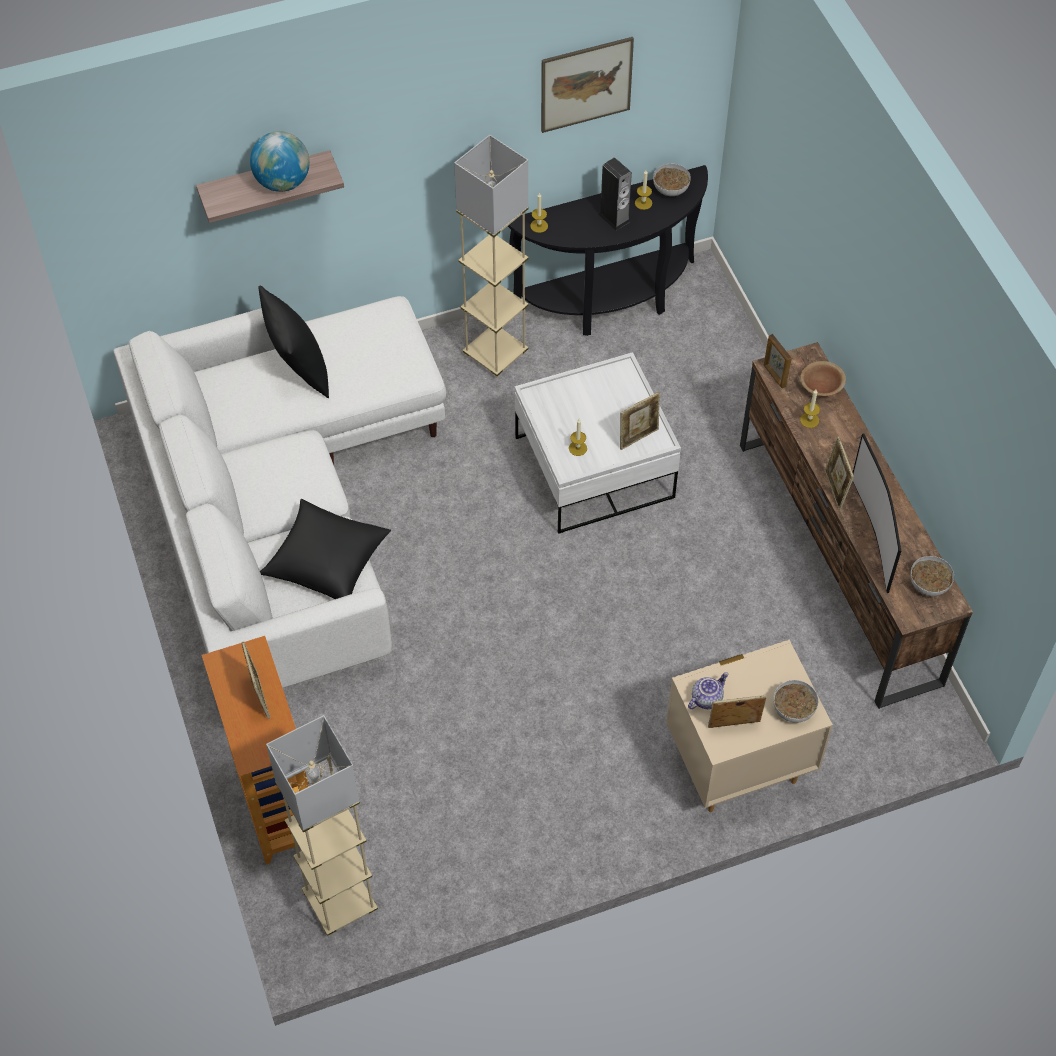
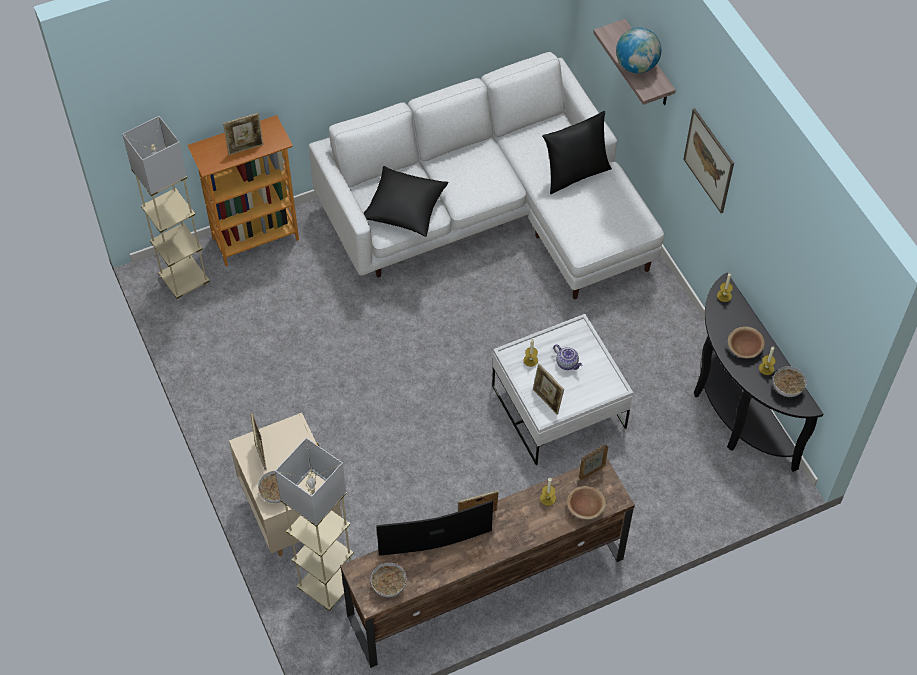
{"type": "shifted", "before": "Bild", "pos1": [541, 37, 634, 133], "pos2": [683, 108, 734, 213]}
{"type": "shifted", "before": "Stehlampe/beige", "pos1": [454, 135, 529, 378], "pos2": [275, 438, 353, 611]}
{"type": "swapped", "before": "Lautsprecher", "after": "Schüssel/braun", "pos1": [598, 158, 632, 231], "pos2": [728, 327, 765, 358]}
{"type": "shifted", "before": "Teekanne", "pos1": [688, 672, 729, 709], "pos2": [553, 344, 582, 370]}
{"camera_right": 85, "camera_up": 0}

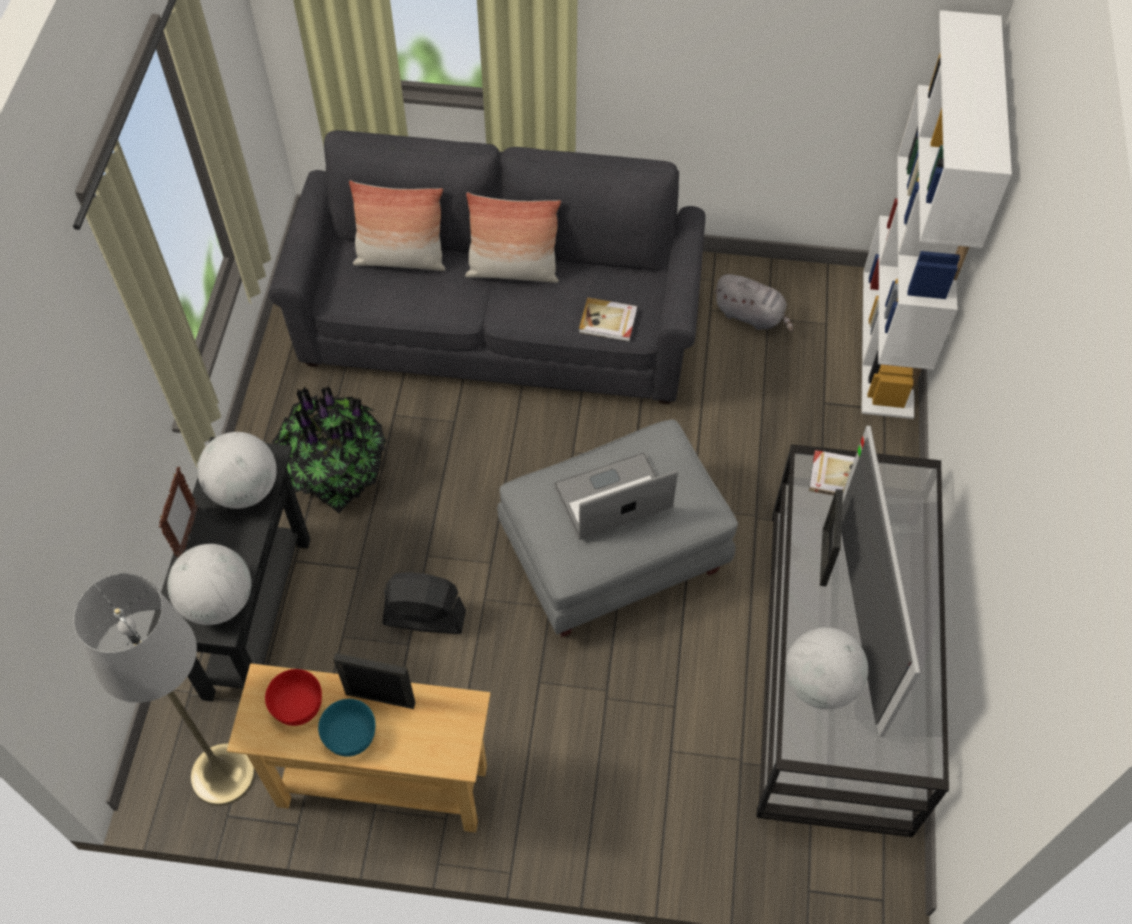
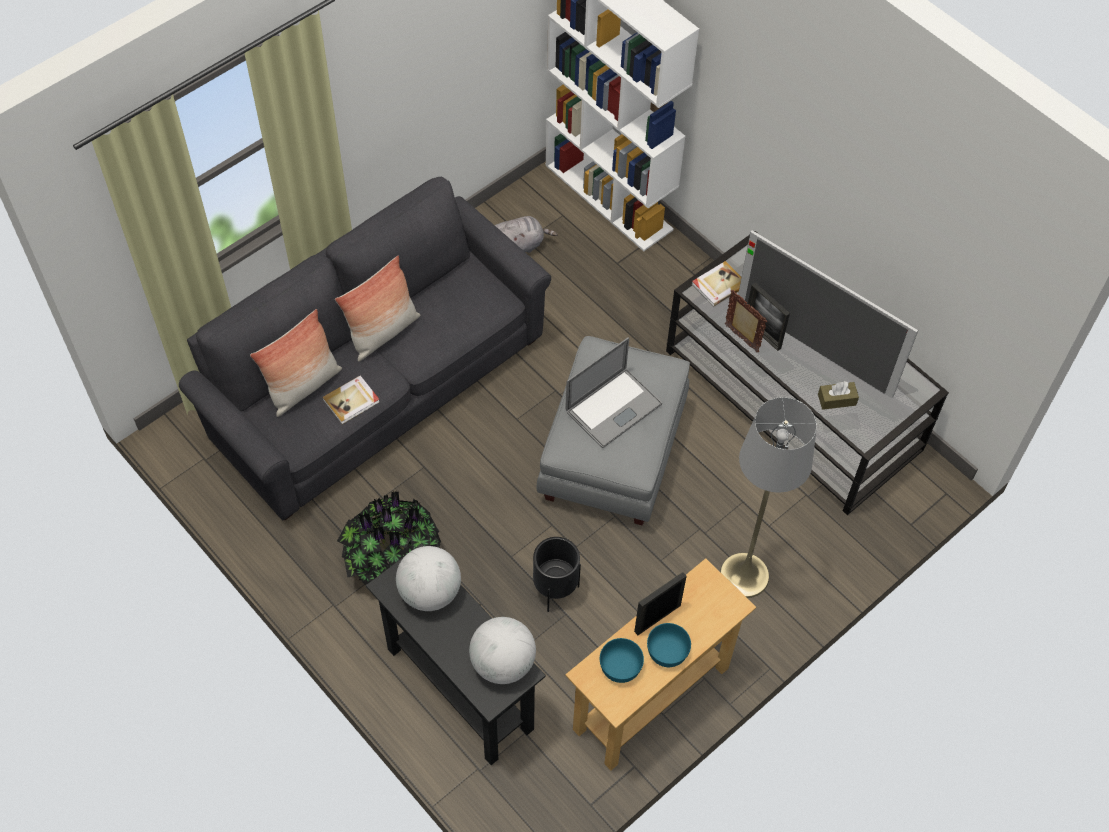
{"type": "shifted", "before": "Buch", "pos1": [579, 297, 638, 342], "pos2": [322, 376, 380, 424]}
{"type": "rotated", "before": "Laptop", "pos1": [554, 452, 678, 540], "pos2": [565, 338, 662, 448], "turn": -150}
{"type": "shifted", "before": "Bilderrahmen", "pos1": [159, 467, 198, 558], "pos2": [725, 290, 767, 353]}
{"type": "swapped", "before": "Ventilator/schwarz", "after": "Pflanzkübel/schwarz", "pos1": [382, 572, 466, 634], "pos2": [533, 537, 581, 612]}
{"type": "shifted", "before": "Stehlampe/grau", "pos1": [73, 573, 255, 806], "pos2": [720, 397, 817, 598]}
{"type": "swapped", "before": "Globus", "after": "Taschentuchbox/braun", "pos1": [785, 627, 868, 710], "pos2": [818, 381, 859, 410]}
{"type": "repainted", "before": "Schüssel/rot", "after": "Schüssel/türkis", "pos1": [265, 669, 322, 726], "pos2": [600, 638, 644, 683]}
{"camera_right": -50, "camera_up": 0}

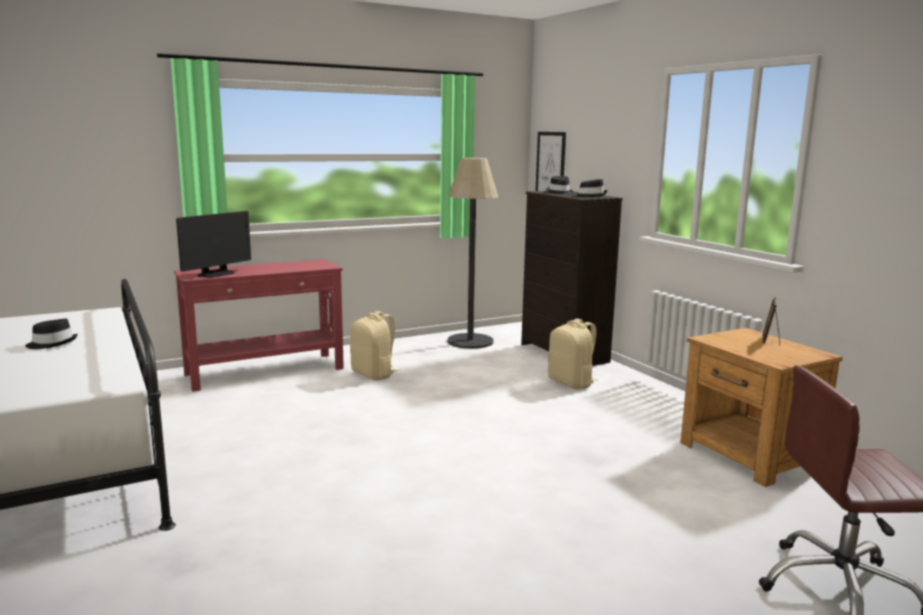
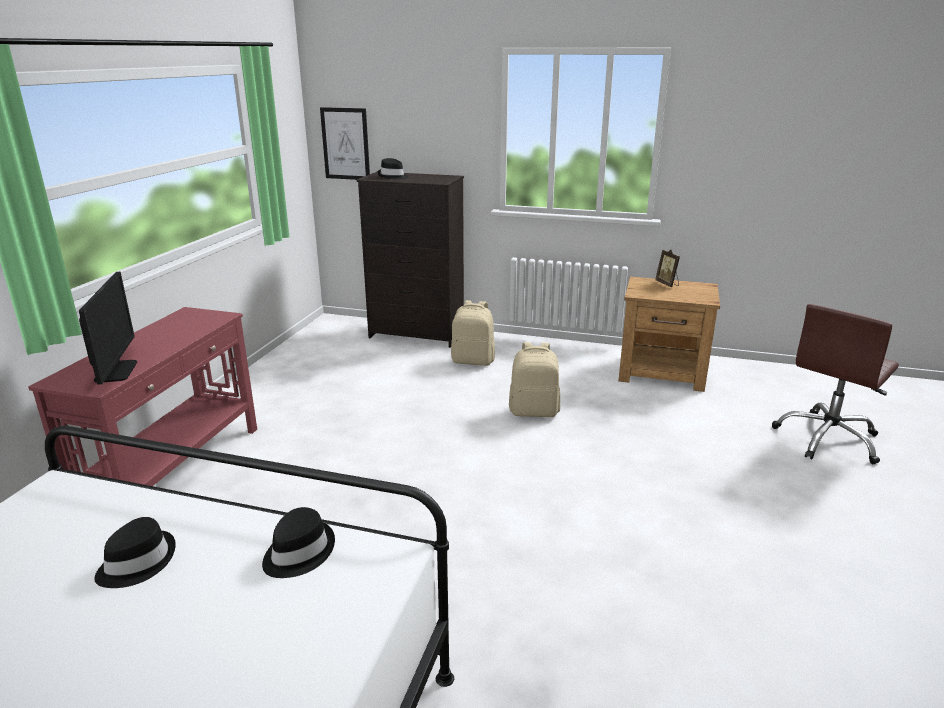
{"type": "gone", "before": "Stehlampe", "pos1": [448, 158, 498, 349]}
{"type": "shifted", "before": "Hut/schwarz", "pos1": [575, 179, 607, 197], "pos2": [262, 507, 335, 578]}
{"type": "shifted", "before": "Rucksack/beige", "pos1": [350, 311, 400, 380], "pos2": [509, 342, 560, 417]}
{"camera_right": -45, "camera_up": 10}

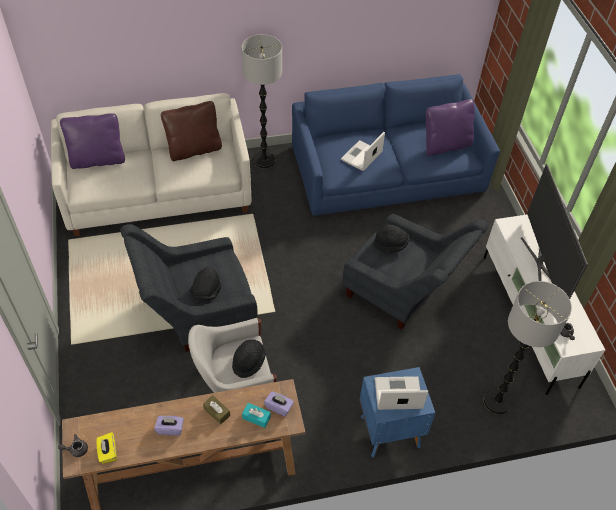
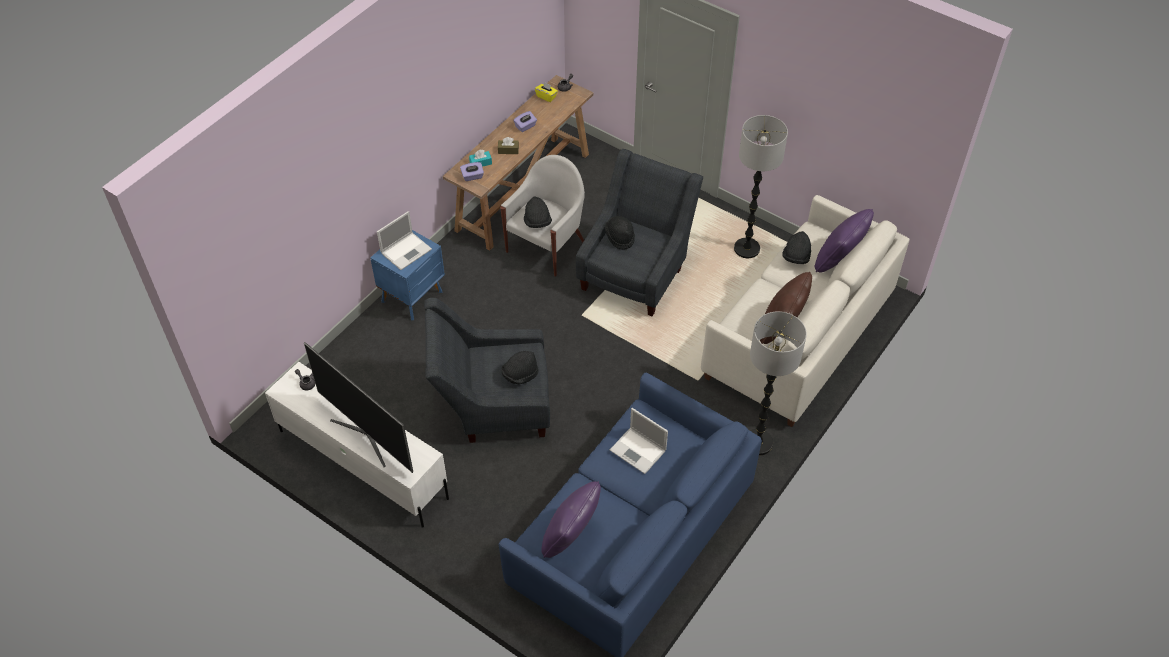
{"type": "rotated", "before": "Laptop", "pos1": [341, 132, 385, 171], "pos2": [610, 408, 668, 474], "turn": 135}
{"type": "shifted", "before": "Stehlampe", "pos1": [484, 281, 572, 414], "pos2": [734, 115, 788, 258]}
{"type": "new", "after": "Hut/schwarz", "pos2": [782, 231, 811, 264]}
{"camera_right": 140, "camera_up": 0}

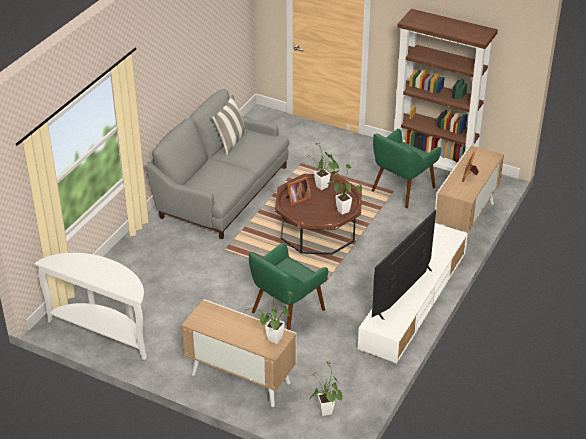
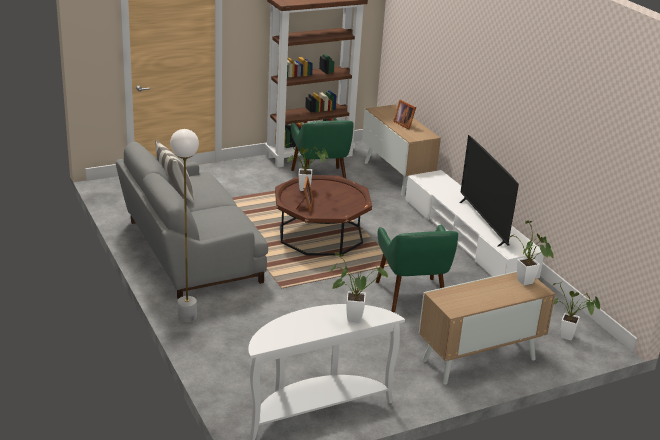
{"type": "shifted", "before": "Topfpflanze", "pos1": [327, 164, 362, 215], "pos2": [327, 252, 388, 323]}
{"type": "new", "after": "Stehlampe/weiß", "pos2": [170, 129, 199, 323]}
{"camera_right": -55, "camera_up": -10}

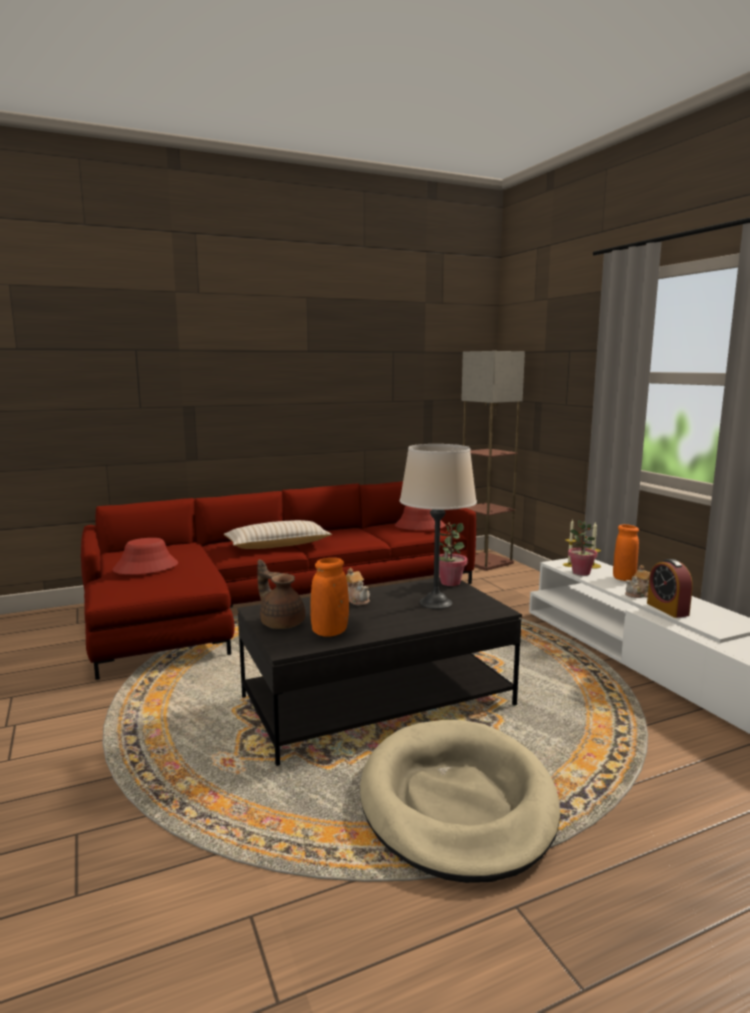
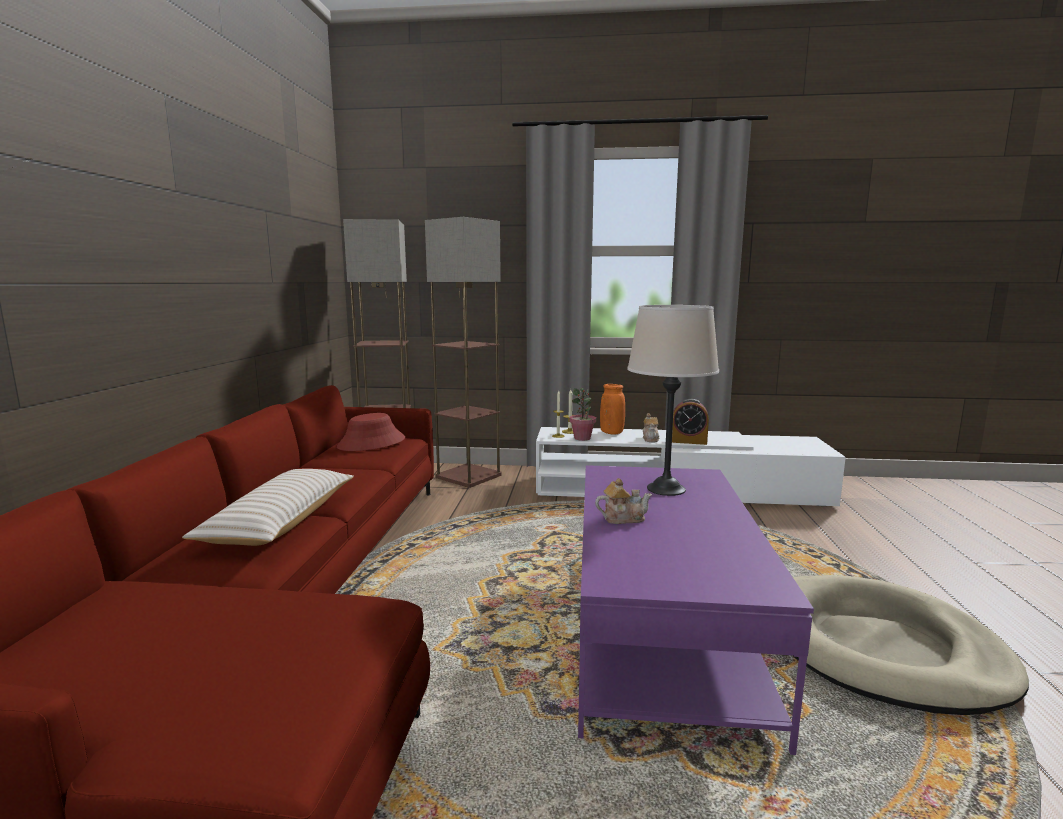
{"type": "gone", "before": "Topfpflanze", "pos1": [439, 523, 467, 586]}
{"type": "gone", "before": "Hut/rot", "pos1": [112, 538, 178, 575]}
{"type": "gone", "before": "Vase/orange", "pos1": [310, 558, 349, 637]}
{"type": "gone", "before": "Teekanne/braun", "pos1": [258, 559, 305, 629]}
{"type": "repainted", "before": "Couchtisch/schwarz", "after": "Couchtisch/lila", "pos1": [238, 577, 522, 766], "pos2": [578, 465, 814, 755]}
{"type": "new", "after": "Stehlampe", "pos2": [425, 217, 502, 488]}
{"camera_right": -60, "camera_up": 0}

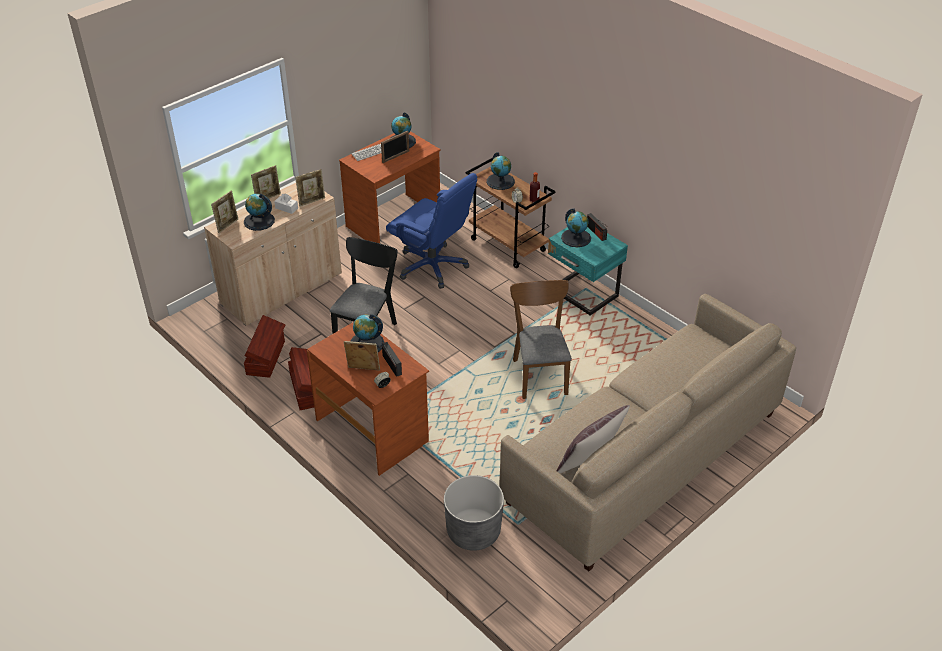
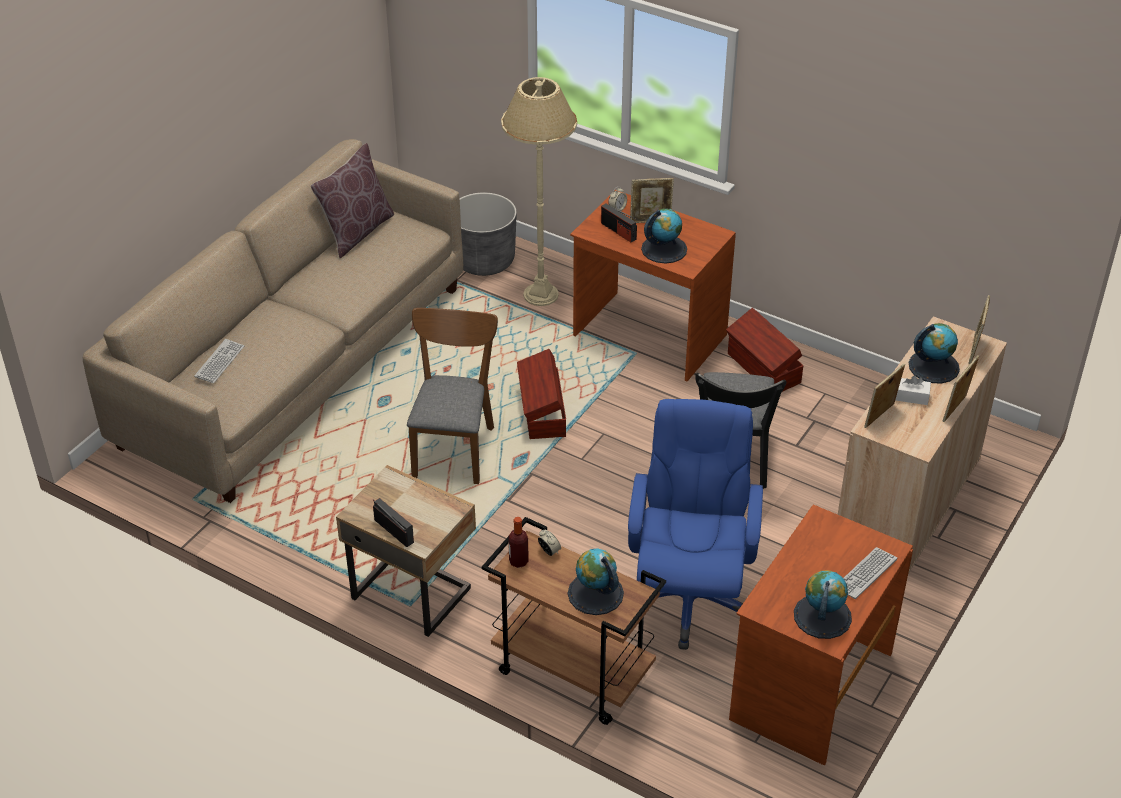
{"type": "gone", "before": "Bilderrahmen", "pos1": [381, 131, 409, 163]}
{"type": "rotated", "before": "Bürostuhl/blau", "pos1": [386, 173, 477, 289], "pos2": [628, 399, 763, 650], "turn": 75}
{"type": "gone", "before": "Globus", "pos1": [561, 209, 591, 247]}
{"type": "repainted", "before": "Nachttisch/türkis", "after": "Nachttisch/beige", "pos1": [548, 227, 628, 316], "pos2": [336, 465, 476, 637]}
{"type": "rotated", "before": "Stuhl/braun", "pos1": [510, 280, 572, 399], "pos2": [407, 308, 498, 484], "turn": -150}
{"type": "shifted", "before": "Aufbewahrungsbox/braun", "pos1": [244, 315, 285, 378], "pos2": [517, 349, 566, 439]}
{"type": "new", "after": "Stehlampe/beige", "pos2": [501, 77, 577, 306]}
{"type": "new", "after": "Tastatur", "pos2": [194, 339, 244, 383]}
{"camera_right": 165, "camera_up": 0}

